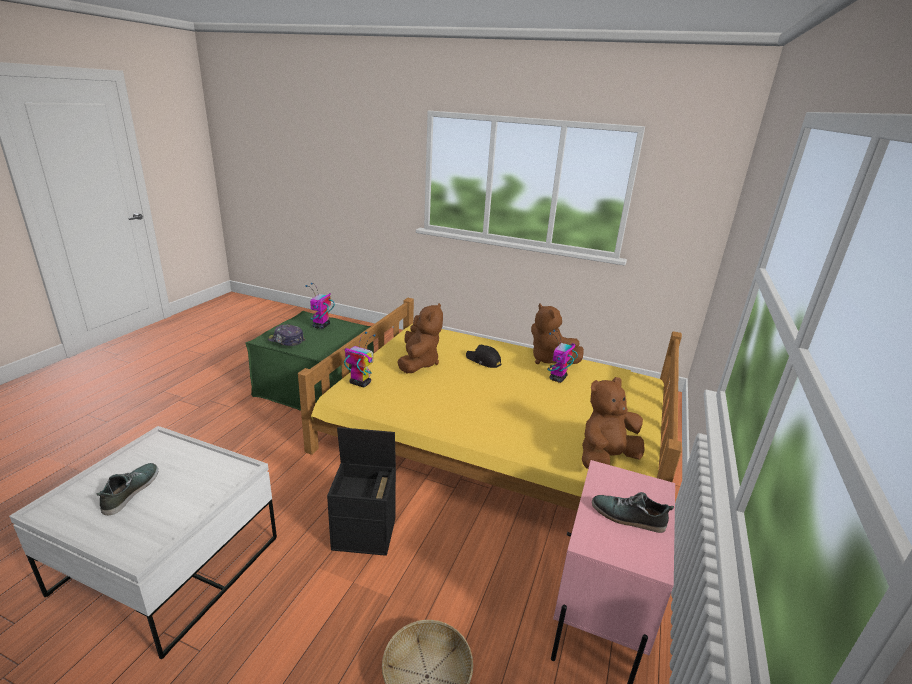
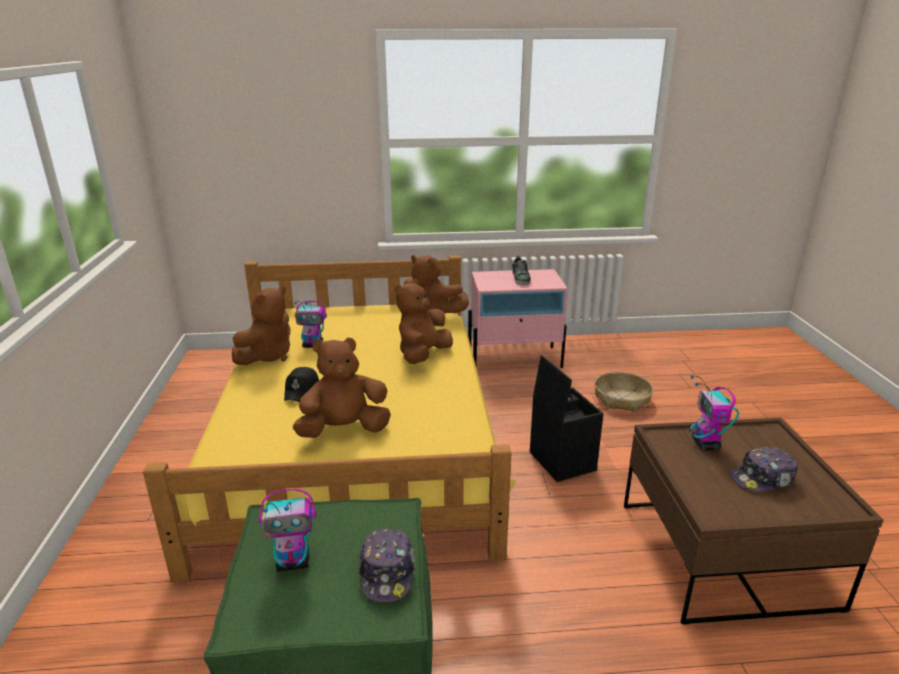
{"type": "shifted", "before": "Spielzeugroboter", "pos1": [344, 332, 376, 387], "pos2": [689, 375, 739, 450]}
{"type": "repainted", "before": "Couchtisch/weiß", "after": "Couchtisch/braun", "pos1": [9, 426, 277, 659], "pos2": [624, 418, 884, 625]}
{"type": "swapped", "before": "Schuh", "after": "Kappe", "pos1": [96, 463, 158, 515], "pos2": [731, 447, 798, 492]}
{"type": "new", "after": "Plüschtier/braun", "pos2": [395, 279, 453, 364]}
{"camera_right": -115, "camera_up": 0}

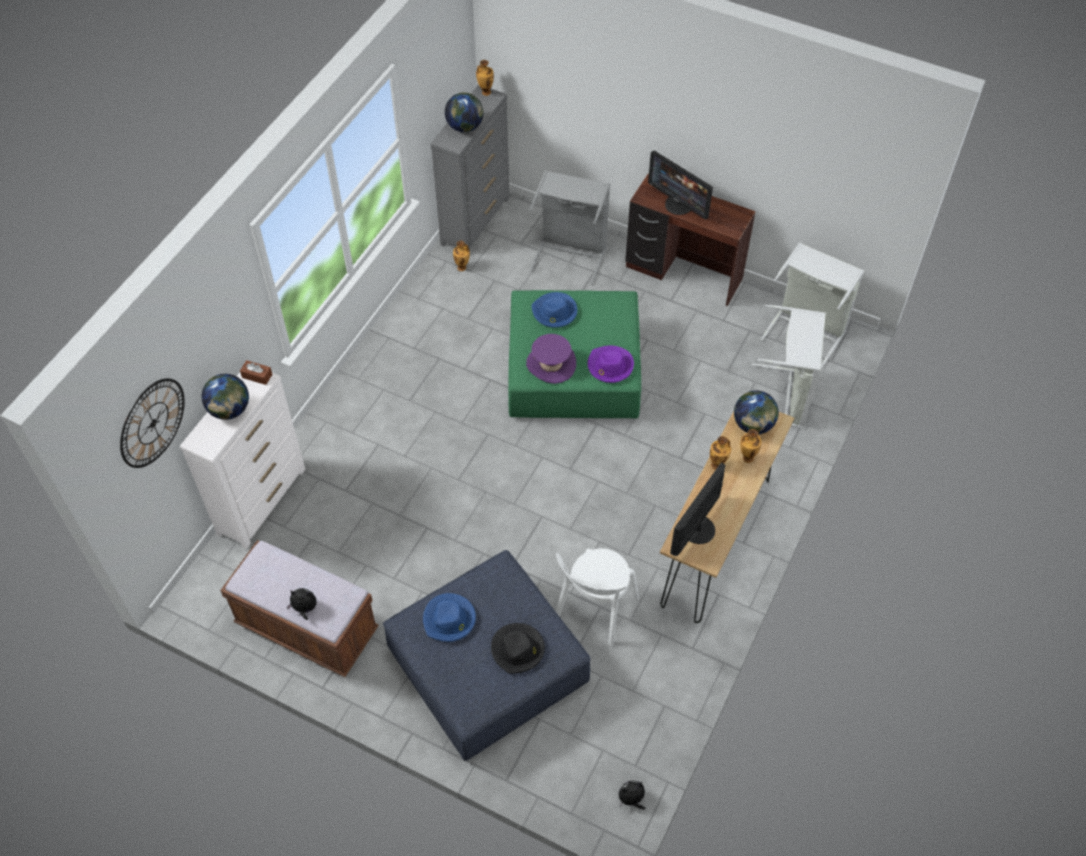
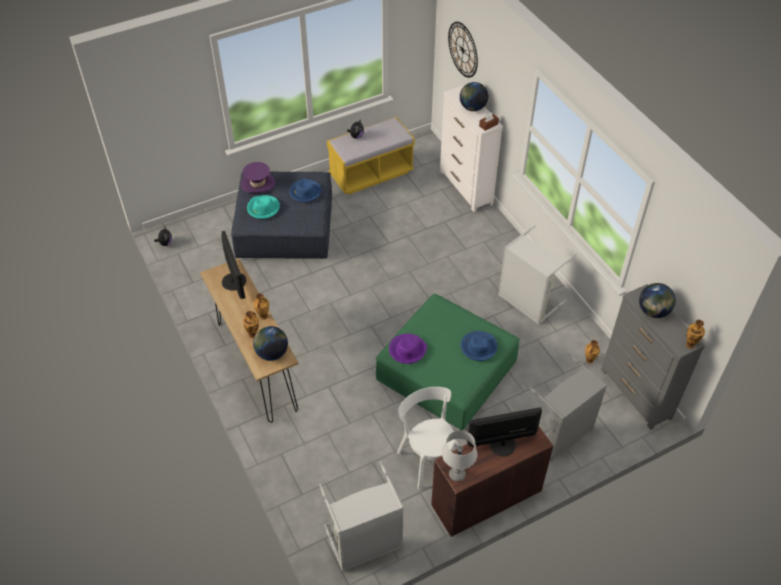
{"type": "shifted", "before": "Wäschekorb/grau", "pos1": [752, 304, 826, 428], "pos2": [498, 225, 577, 324]}
{"type": "shifted", "before": "Hut/lila", "pos1": [526, 334, 576, 384], "pos2": [241, 162, 275, 193]}
{"type": "repainted", "before": "Bank/braun", "after": "Bank/gelb", "pos1": [220, 540, 379, 677], "pos2": [327, 117, 415, 195]}
{"type": "shifted", "before": "Stuhl/weiß", "pos1": [556, 548, 639, 646], "pos2": [397, 387, 459, 490]}
{"type": "repainted", "before": "Hut/schwarz", "after": "Hut/türkis", "pos1": [491, 623, 545, 674], "pos2": [247, 195, 280, 219]}
{"type": "new", "after": "Tischlampe/grau", "pos2": [442, 430, 477, 482]}
{"camera_right": 125, "camera_up": -5}

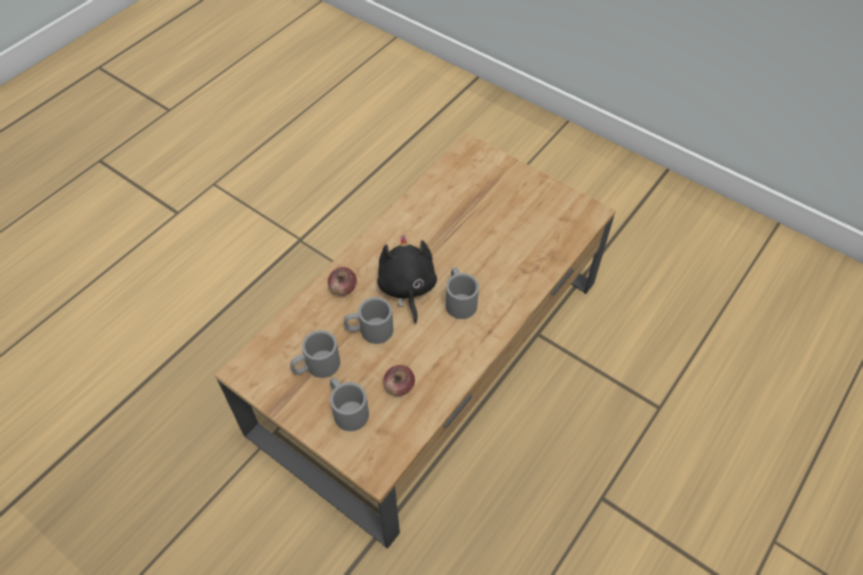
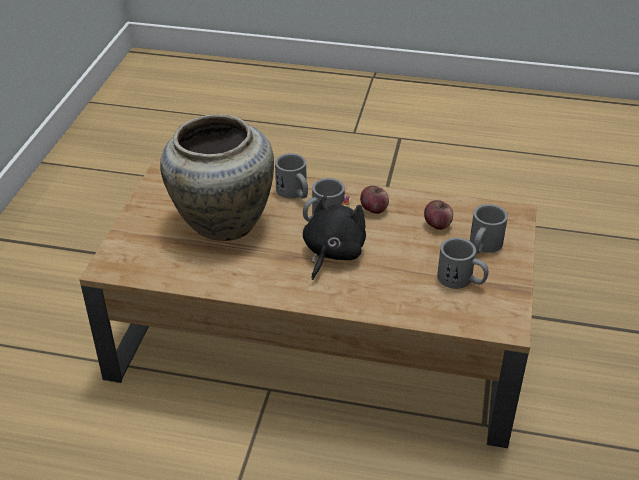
{"type": "rotated", "before": "Plüschtier/schwarz", "pos1": [377, 235, 437, 324], "pos2": [303, 195, 366, 280], "turn": 150}
{"type": "shifted", "before": "Apfel", "pos1": [328, 267, 357, 296], "pos2": [360, 186, 389, 214]}
{"type": "shifted", "before": "Henkelbecher/grau", "pos1": [344, 297, 393, 344], "pos2": [275, 153, 308, 198]}
{"type": "new", "after": "Vase/beige", "pos2": [160, 114, 274, 241]}
{"camera_right": -115, "camera_up": -15}

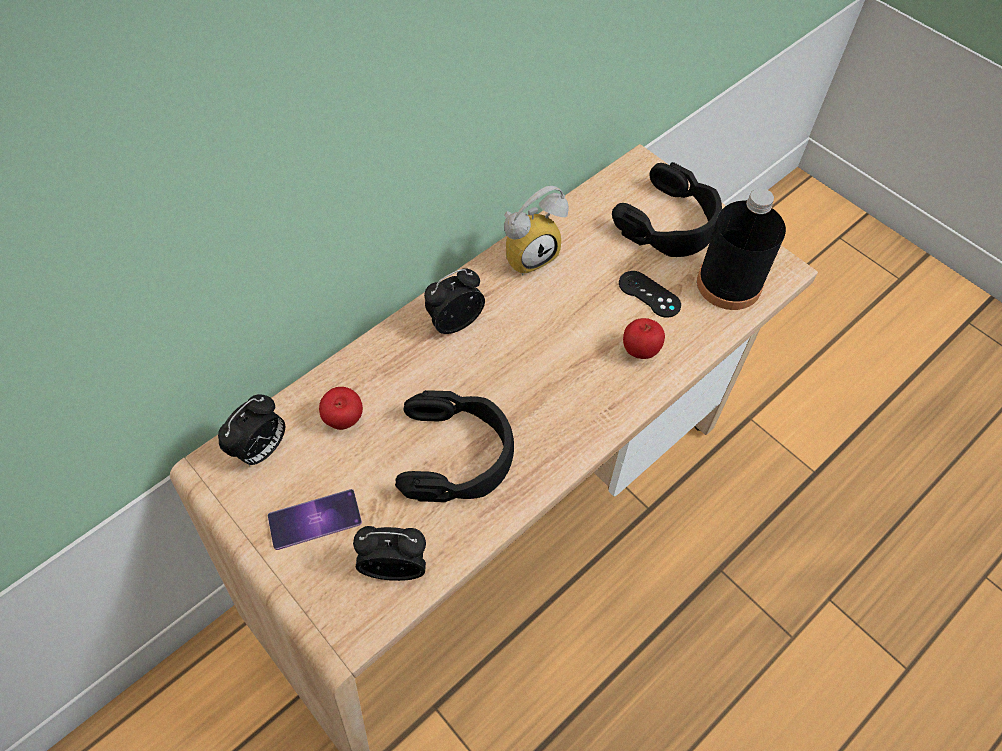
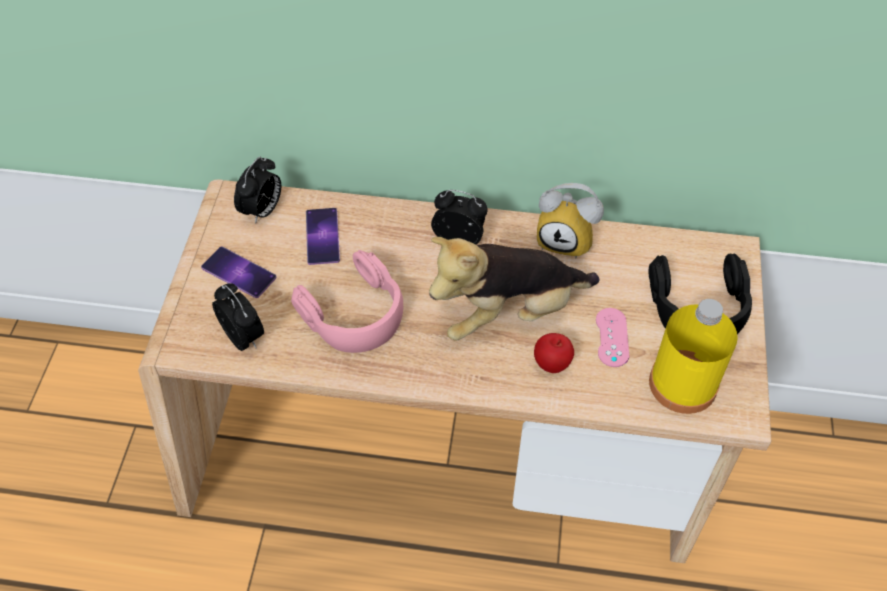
{"type": "repainted", "before": "Flasche/schwarz", "after": "Flasche/gelb", "pos1": [697, 188, 786, 310], "pos2": [649, 299, 738, 414]}
{"type": "repainted", "before": "Gamepad/schwarz", "after": "Gamepad/rosa", "pos1": [619, 271, 681, 318], "pos2": [596, 308, 629, 367]}
{"type": "swapped", "before": "Apfel", "after": "Handy", "pos1": [319, 387, 363, 430], "pos2": [306, 208, 340, 265]}
{"type": "repainted", "before": "Kopfhörer/schwarz", "after": "Kopfhörer/rosa", "pos1": [395, 390, 514, 502], "pos2": [291, 250, 403, 353]}
{"type": "rotated", "before": "Wecker", "pos1": [218, 394, 285, 466], "pos2": [234, 157, 281, 224], "turn": -60}
{"type": "new", "after": "Plüschtier", "pos2": [429, 237, 599, 341]}
{"camera_right": 50, "camera_up": -5}

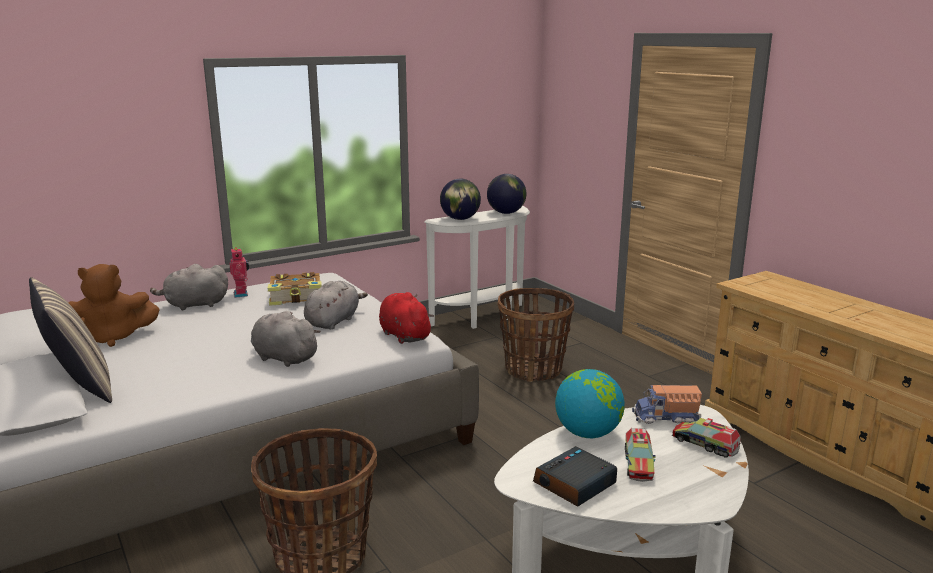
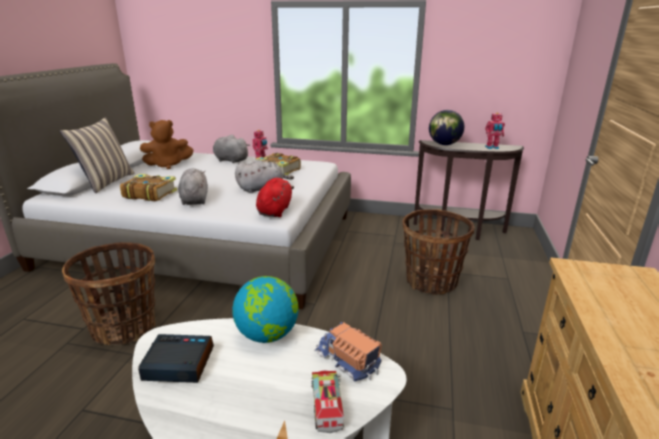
{"type": "swapped", "before": "Globus", "after": "Spielzeugroboter", "pos1": [487, 174, 526, 214], "pos2": [485, 112, 505, 149]}
{"type": "repainted", "before": "Konsolentisch/weiß", "after": "Konsolentisch/braun", "pos1": [424, 206, 530, 329], "pos2": [413, 140, 524, 240]}
{"type": "rotated", "before": "Plüschtier/braun", "pos1": [68, 264, 160, 347], "pos2": [140, 120, 193, 169], "turn": -45}
{"type": "gone", "before": "Spielzeuglaster", "pos1": [625, 428, 656, 482]}
{"type": "new", "after": "Buch", "pos2": [120, 174, 177, 201]}
{"camera_right": 45, "camera_up": 5}

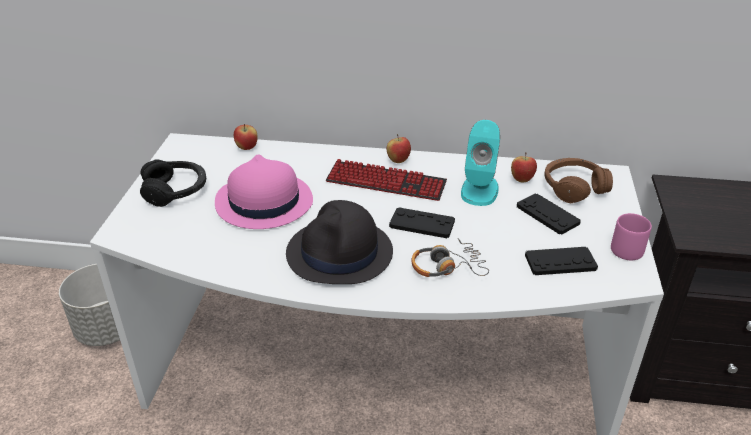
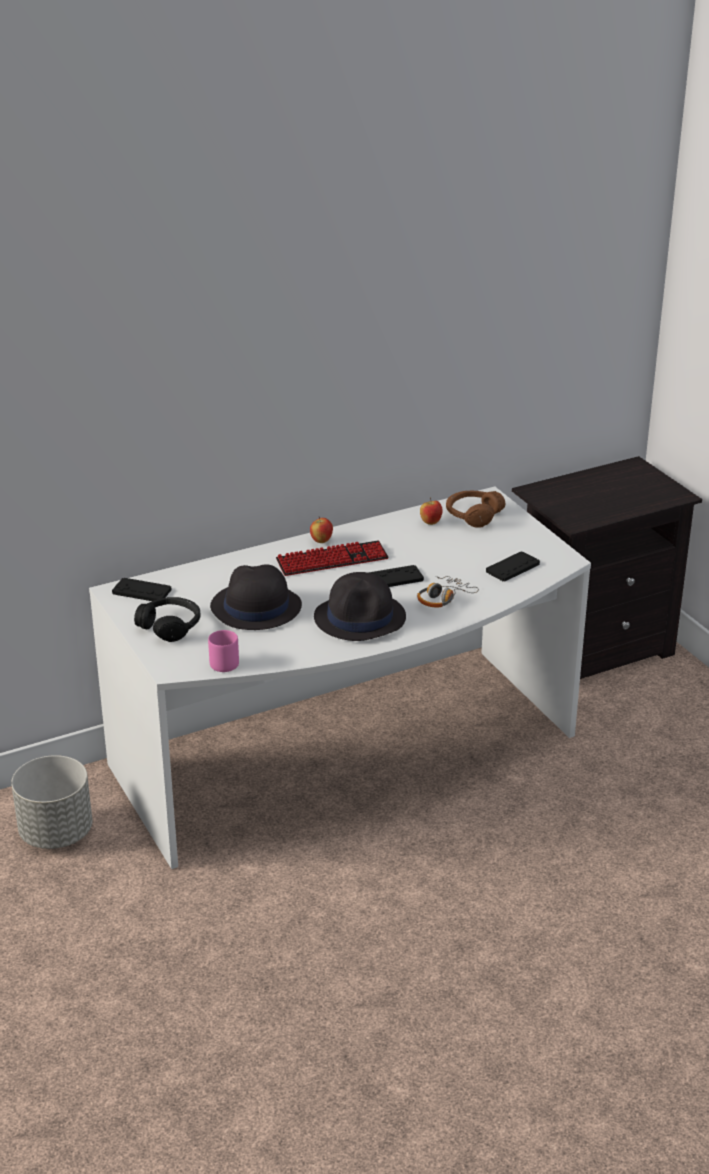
{"type": "gone", "before": "Lautsprecher/türkis", "pos1": [461, 120, 500, 206]}
{"type": "gone", "before": "Apfel", "pos1": [234, 124, 258, 150]}
{"type": "repainted", "before": "Hut/rosa", "after": "Hut/schwarz", "pos1": [215, 154, 313, 229], "pos2": [210, 565, 302, 630]}
{"type": "shifted", "before": "Gamepad/schwarz", "pos1": [517, 194, 581, 235], "pos2": [112, 578, 172, 601]}
{"type": "shifted", "before": "Henkelbecher/rosa", "pos1": [611, 213, 652, 260], "pos2": [208, 630, 239, 672]}
{"camera_right": -35, "camera_up": -5}

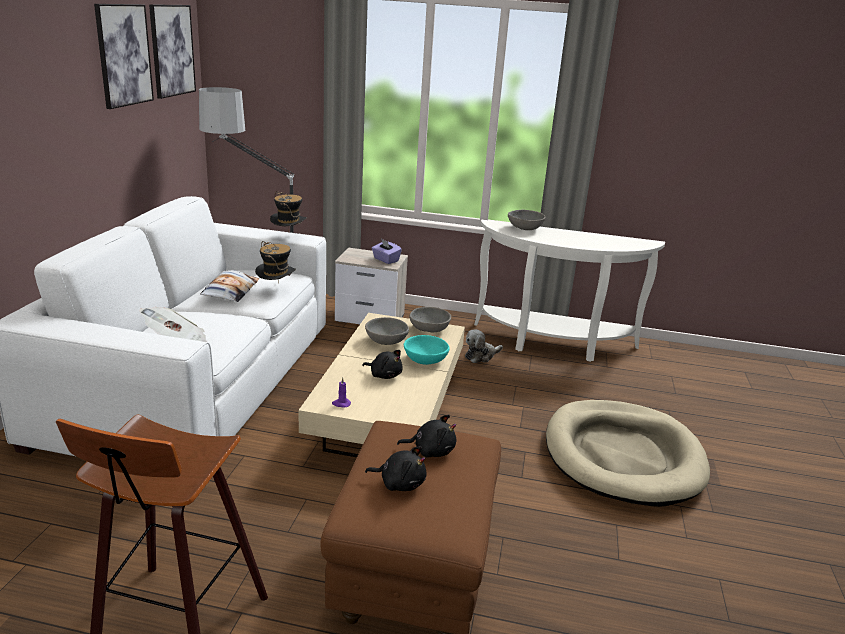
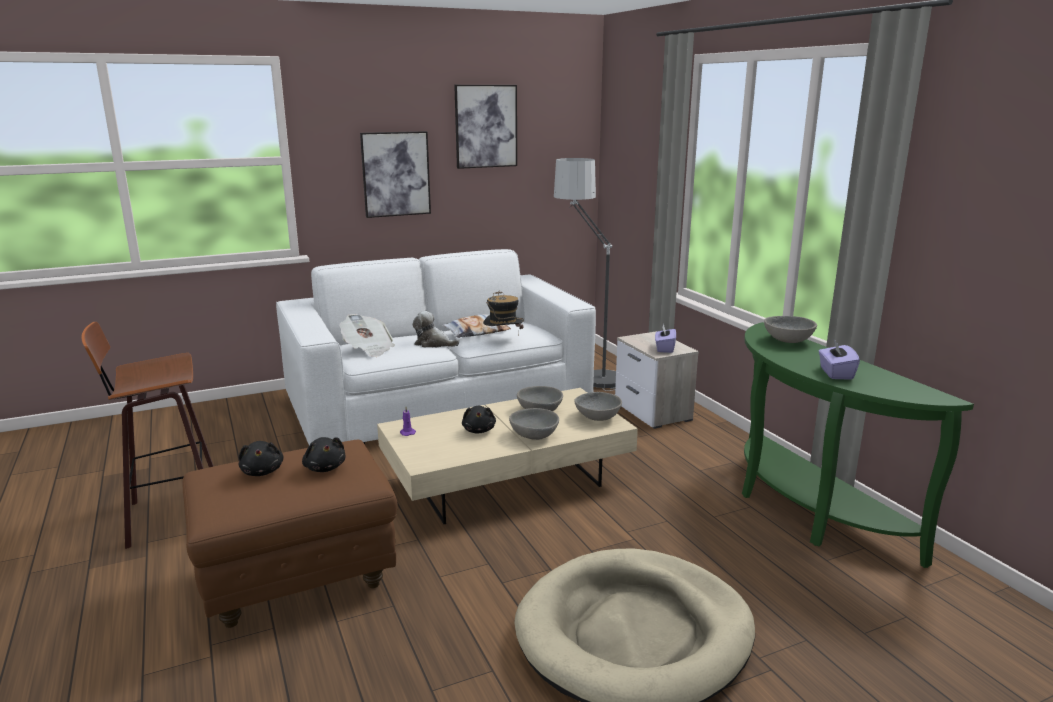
{"type": "shifted", "before": "Bild", "pos1": [149, 4, 196, 99], "pos2": [360, 131, 431, 218]}
{"type": "gone", "before": "Hut", "pos1": [270, 191, 307, 226]}
{"type": "repainted", "before": "Konsolentisch/weiß", "after": "Konsolentisch/grün", "pos1": [474, 220, 665, 362], "pos2": [742, 322, 974, 568]}
{"type": "shifted", "before": "Plüschtier", "pos1": [465, 329, 503, 363], "pos2": [413, 311, 459, 347]}
{"type": "repainted", "before": "Schüssel/türkis", "after": "Schüssel/grau", "pos1": [404, 335, 449, 365], "pos2": [509, 408, 559, 440]}
{"type": "new", "after": "Taschentuchbox/lila", "pos2": [819, 340, 860, 380]}
{"camera_right": 55, "camera_up": -5}

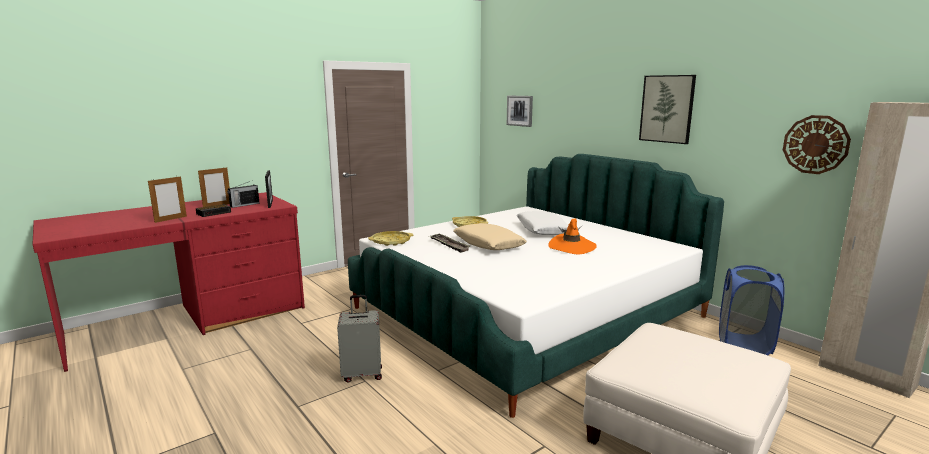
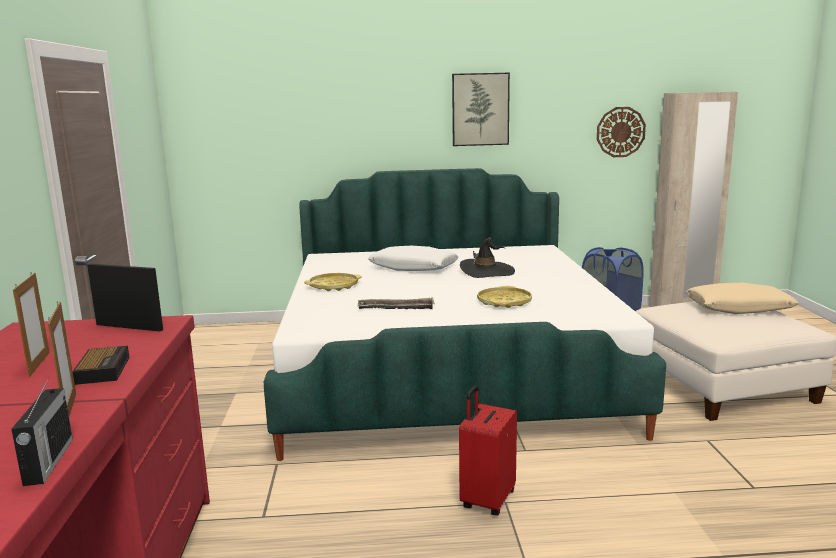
{"type": "gone", "before": "Bild", "pos1": [507, 96, 533, 127]}
{"type": "shifted", "before": "Radio", "pos1": [227, 181, 260, 208], "pos2": [11, 378, 73, 486]}
{"type": "repainted", "before": "Hut/orange", "after": "Hut/schwarz", "pos1": [548, 218, 597, 255], "pos2": [460, 237, 515, 278]}
{"type": "shifted", "before": "Kissen/beige", "pos1": [453, 223, 527, 250], "pos2": [686, 283, 799, 314]}
{"type": "shifted", "before": "Tablett/gelb", "pos1": [368, 231, 413, 246], "pos2": [477, 286, 532, 308]}
{"type": "repainted", "before": "Koffer/grau", "after": "Koffer/rot", "pos1": [337, 295, 382, 383], "pos2": [459, 386, 517, 516]}
{"camera_right": -55, "camera_up": 0}

